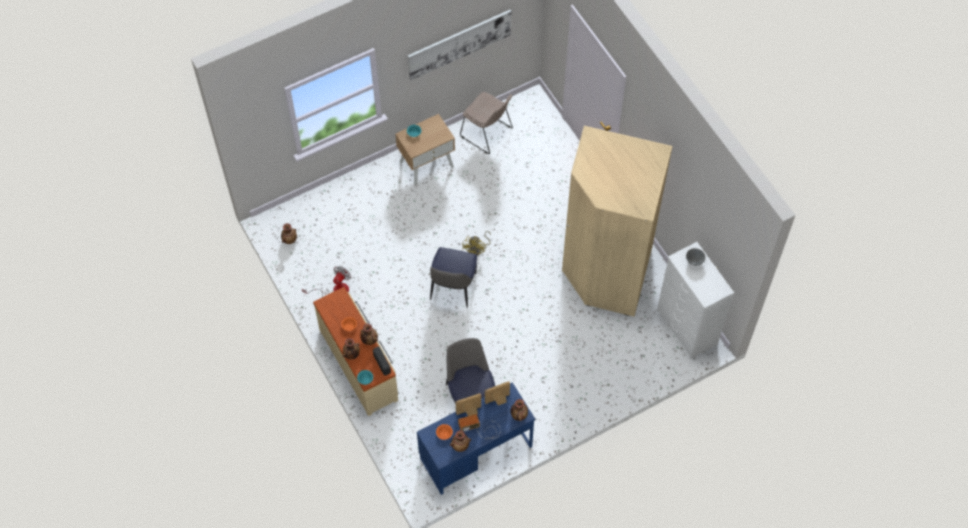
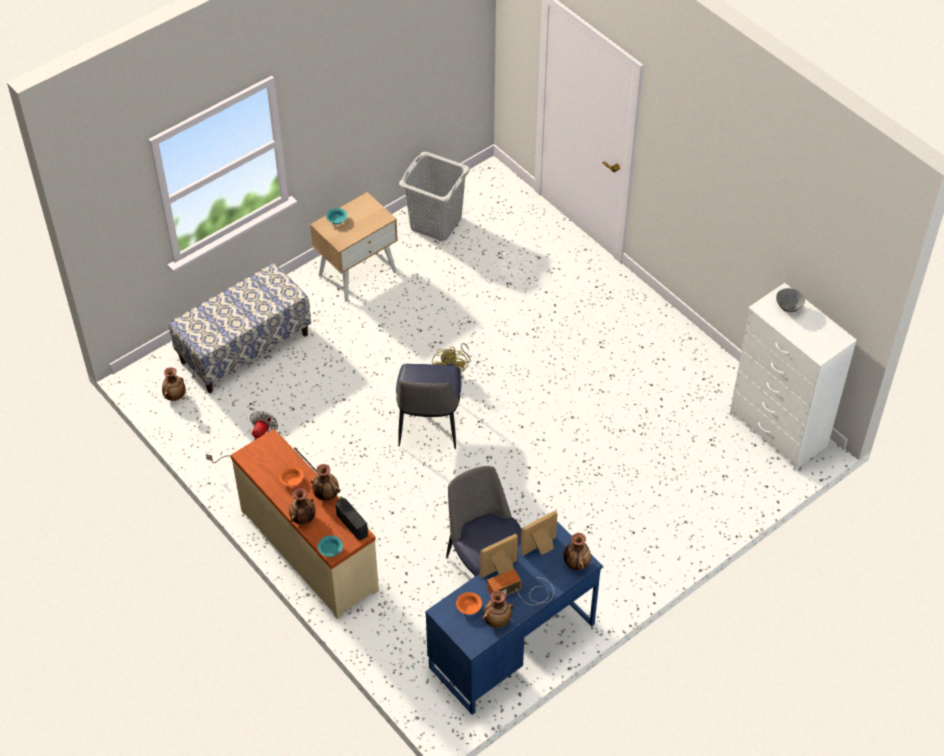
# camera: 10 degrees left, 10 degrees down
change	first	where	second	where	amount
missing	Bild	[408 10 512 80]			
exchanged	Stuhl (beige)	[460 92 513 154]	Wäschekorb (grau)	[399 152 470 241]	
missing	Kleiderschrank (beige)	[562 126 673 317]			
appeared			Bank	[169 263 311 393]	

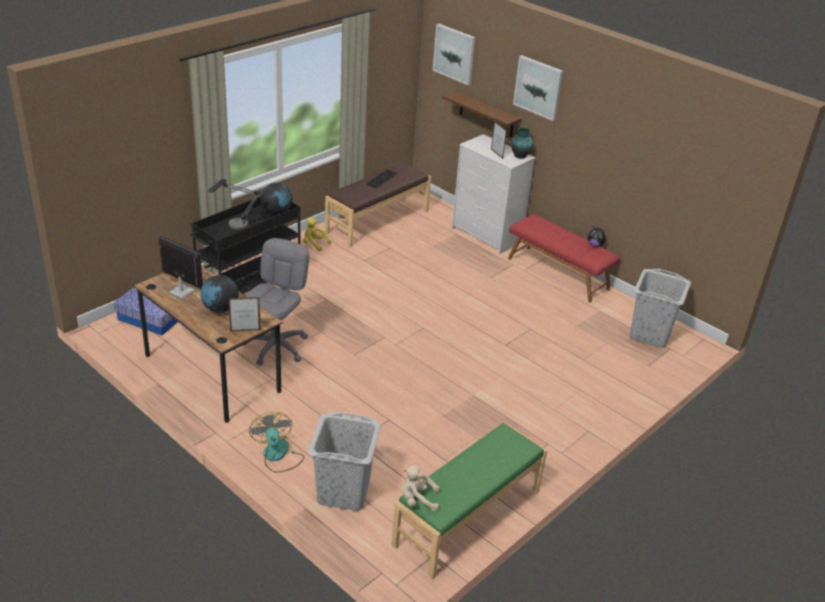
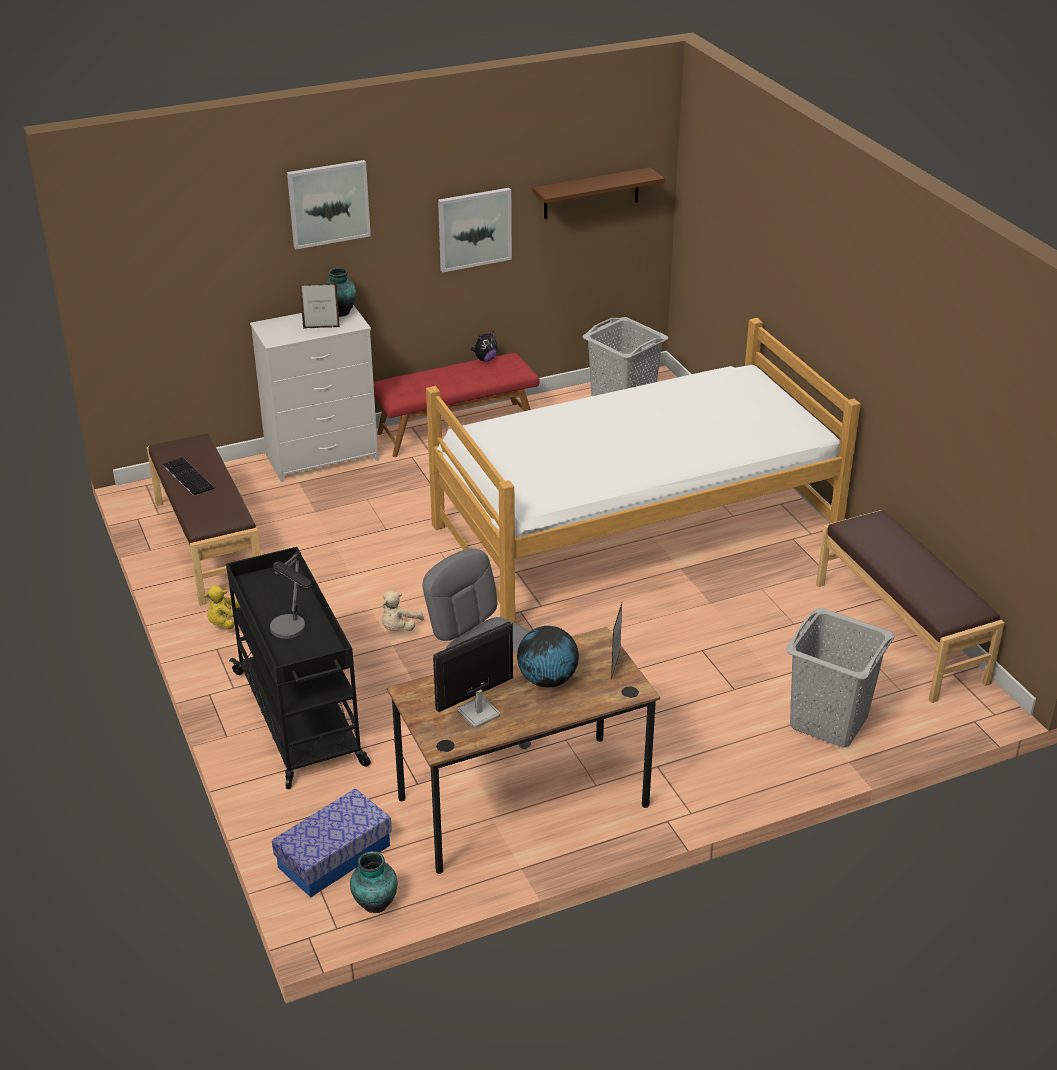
# camera: 65 degrees left, 0 degrees up
change	first	where	second	where	amount
relocated	Bild	[433 24 475 85]		[438 188 512 272]	
relocated	Wandregal (braun)	[443 91 521 137]		[532 167 665 219]	
missing	Globus	[261 183 292 214]			
missing	Ventilator	[249 412 304 473]			
colour	Bank (grün)	[392 423 547 579]	Bank (braun)	[816 510 1005 703]	
relocated	Plüschtier (beige)	[402 465 440 511]		[382 591 424 631]	
appeared			Bett	[426 318 861 623]	
appeared			Vase	[350 851 398 913]	

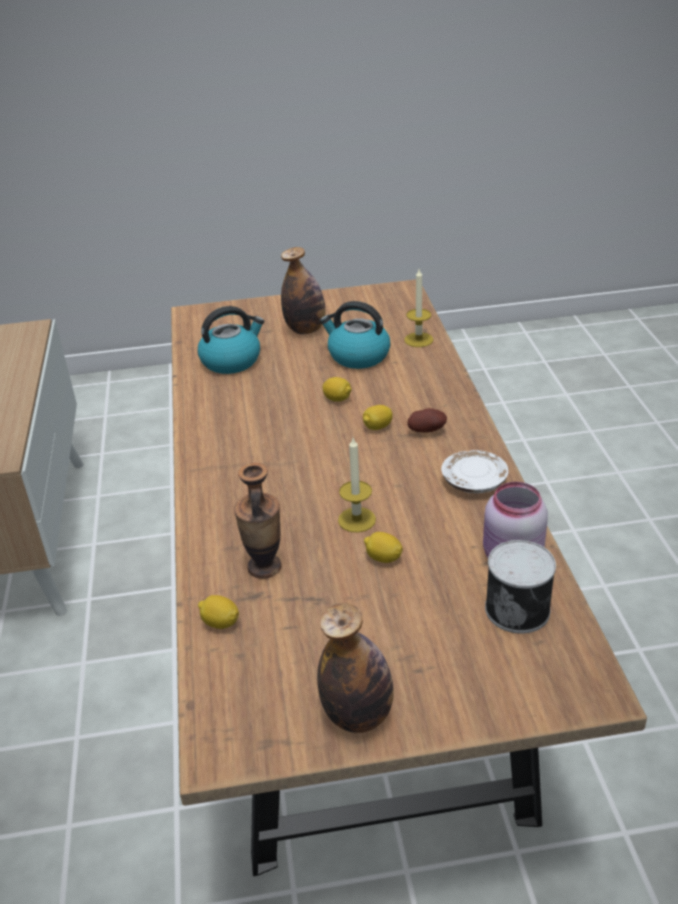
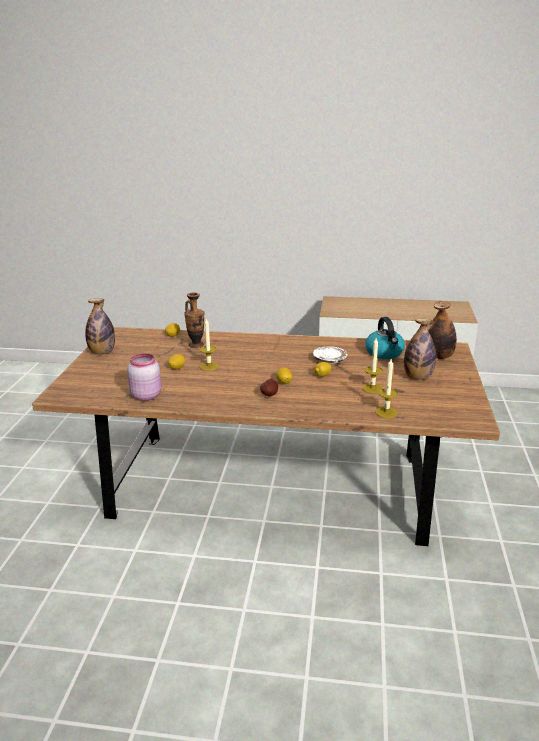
# camera: 105 degrees right, 10 degrees down
change	first	where	second	where	amount
exchanged	Wasserkessel	[320 301 390 369]	Kerze	[362 338 383 394]	
relocated	Teller (weiß)	[441 450 509 493]		[313 346 347 364]	
missing	Dose	[485 540 556 634]			
appeared			Flasche	[429 301 457 359]	

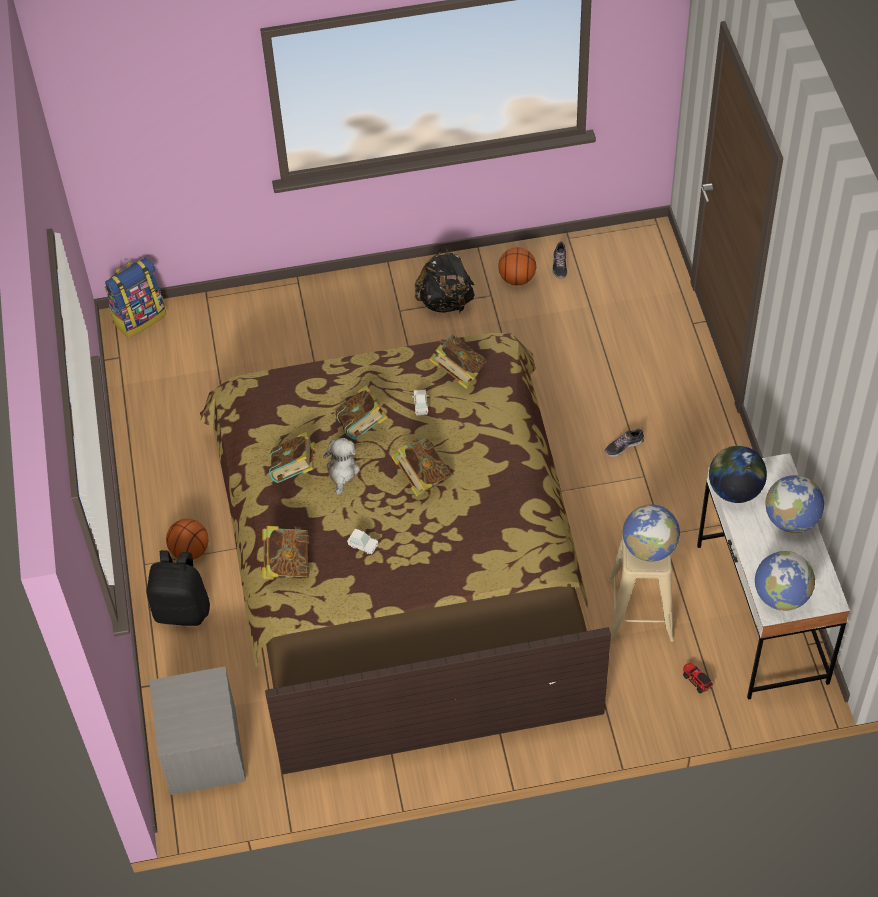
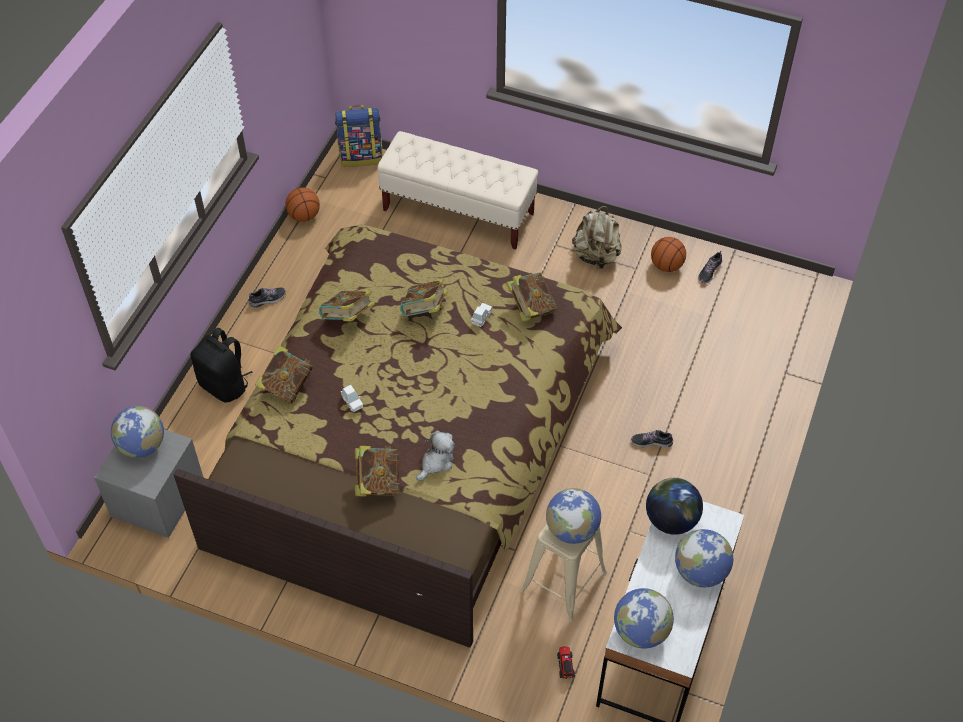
# camera: 30 degrees right, 0 degrees up
change	first	where	second	where	amount
colour	Rucksack (schwarz)	[415 246 475 313]	Rucksack (beige)	[572 206 622 269]	
relocated	Plüschtier	[323 438 360 495]		[416 430 455 481]	
relocated	Buch	[391 438 452 497]		[355 446 400 496]	
relocated	Basketball	[166 519 209 560]		[285 187 320 222]	
appeared			Bank (beige)	[377 131 538 250]	
appeared			Schuh	[249 287 286 308]	
appeared			Globus	[111 406 164 458]	

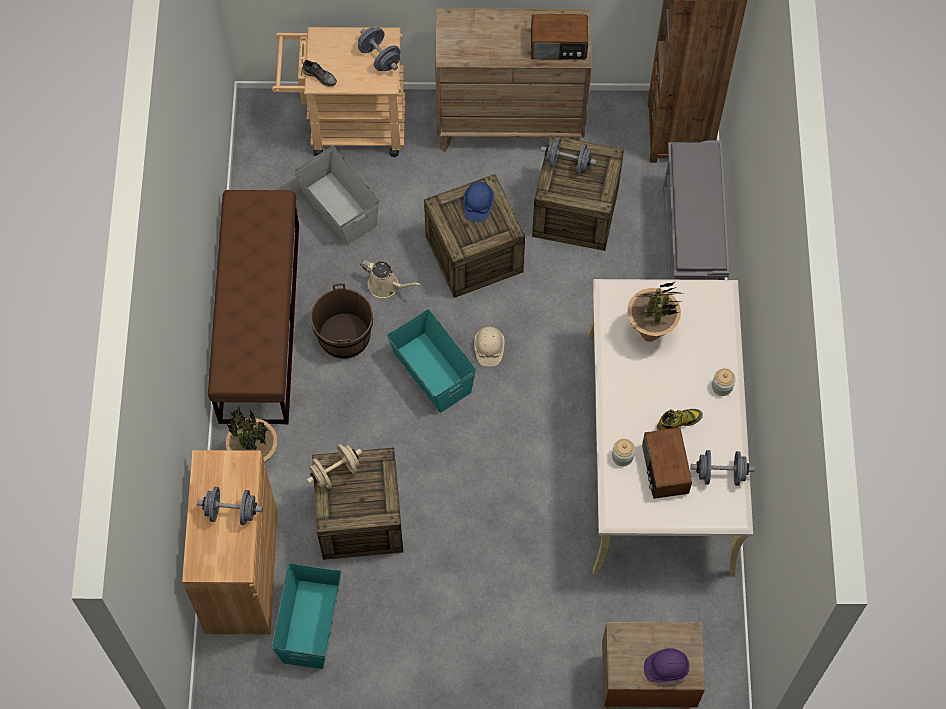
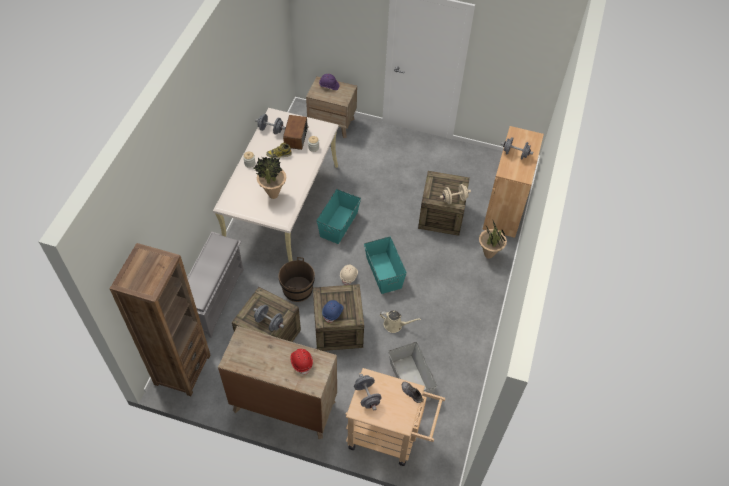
# camera: 165 degrees left, 10 degrees down
change	first	where	second	where	amount
missing	Radio	[531 14 588 60]			
missing	Bank (braun)	[208 190 299 424]			
spun	Gießkanne (beige)	[360 260 421 298]		[380 310 421 333]	150 degrees clockwise
relocated	Eimer (braun)	[311 284 373 359]		[279 257 315 302]	
relocated	Aufbewahrungsbox (türkis)	[271 563 342 669]		[316 189 361 244]	
appeared			Schutzhelm (rot)	[290 349 313 374]	

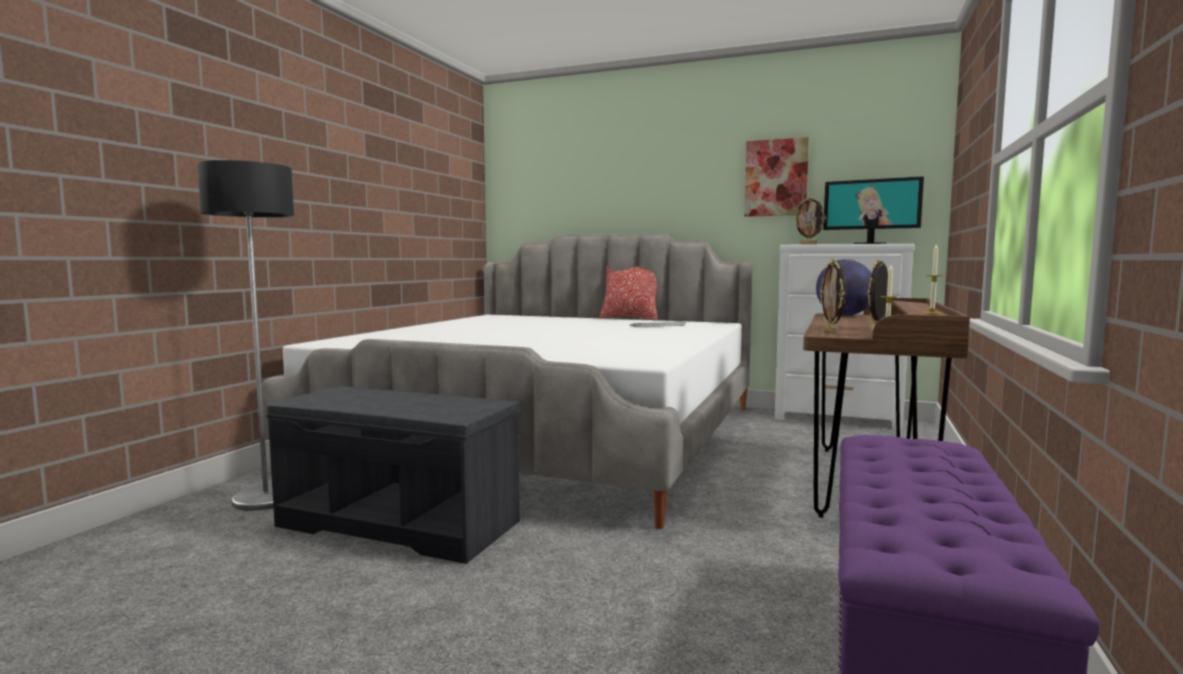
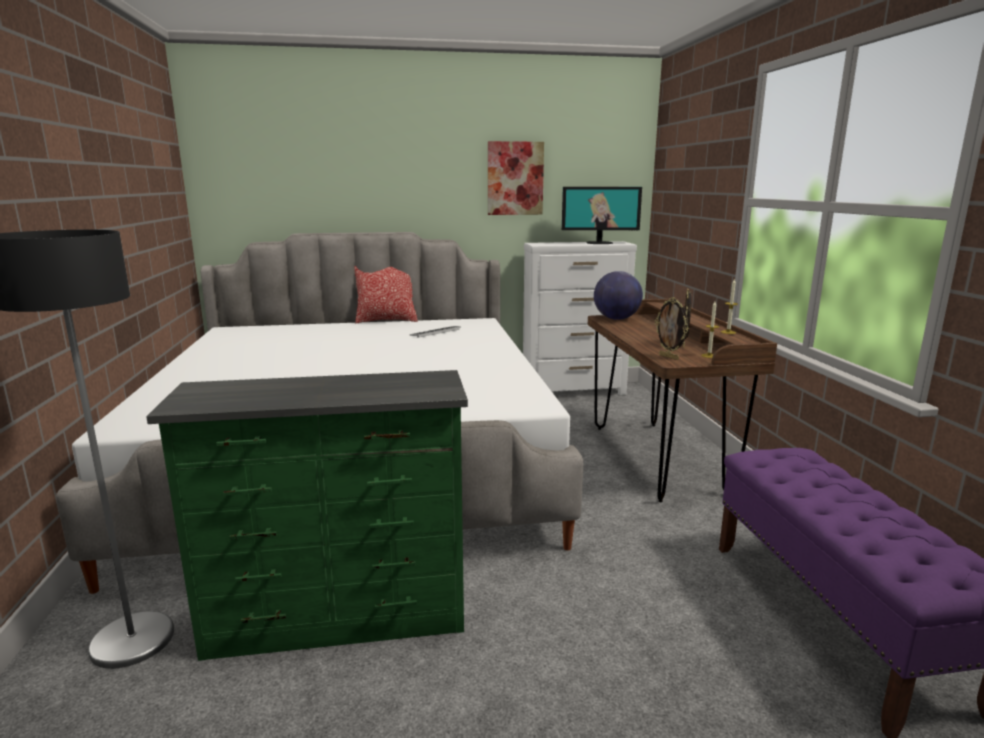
# camera: 30 degrees left, 10 degrees up
change	first	where	second	where	amount
missing	Bilderrahmen	[794 196 826 244]			
exchanged	Bank (grau)	[267 386 520 564]	Kommode (grün)	[146 370 468 661]	

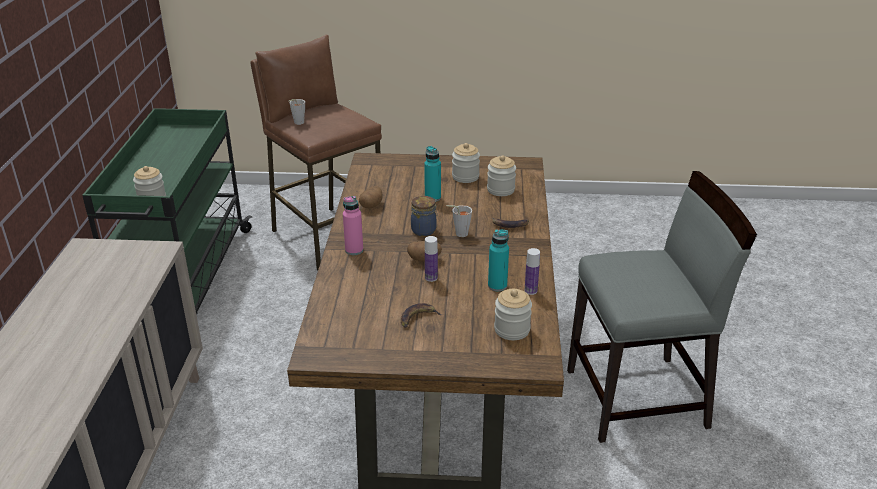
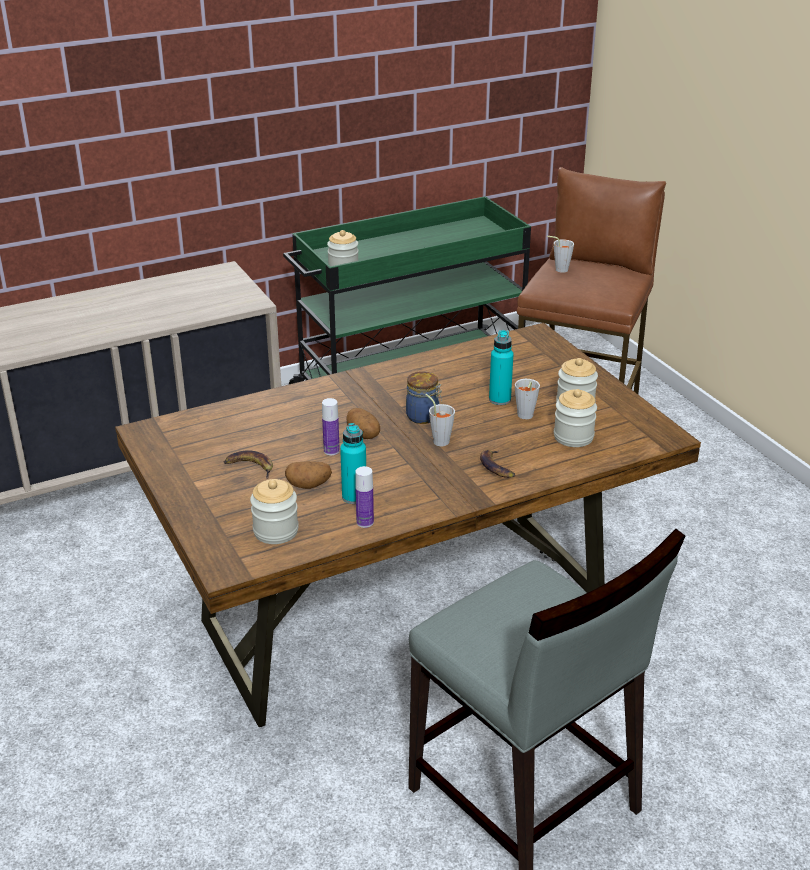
# camera: 60 degrees right, 0 degrees up
change	first	where	second	where	amount
relocated	Kartoffel	[359 186 382 209]		[285 461 332 489]	
missing	Flasche (rosa)	[343 196 363 255]			
appeared			Tasse (grau)	[515 379 540 419]	

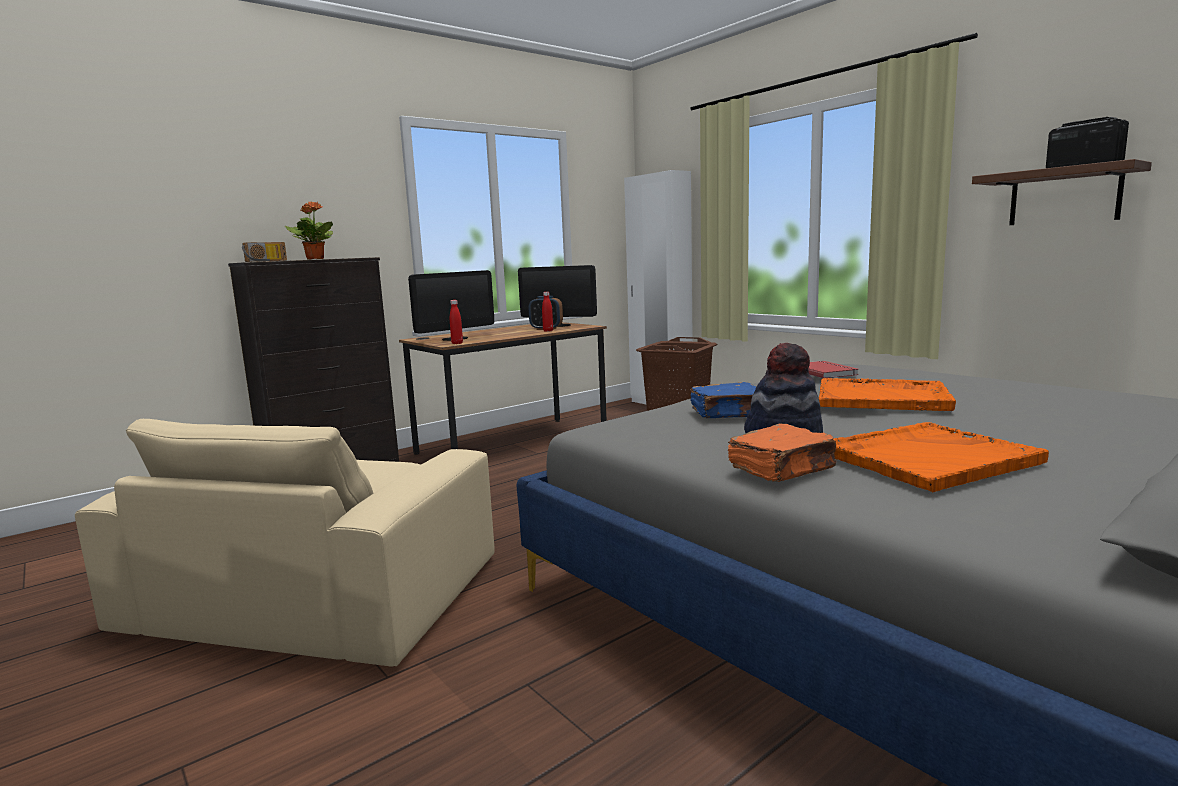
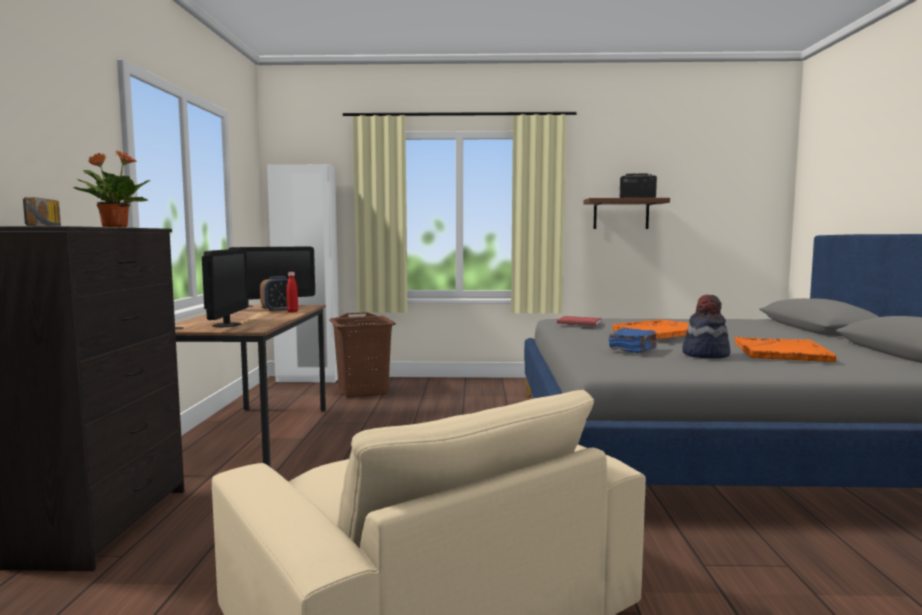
# camera: 50 degrees left, 5 degrees down
change	first	where	second	where	amount
missing	Flasche (rot)	[450 300 463 344]			
missing	Buch (orange)	[728 424 837 482]			

